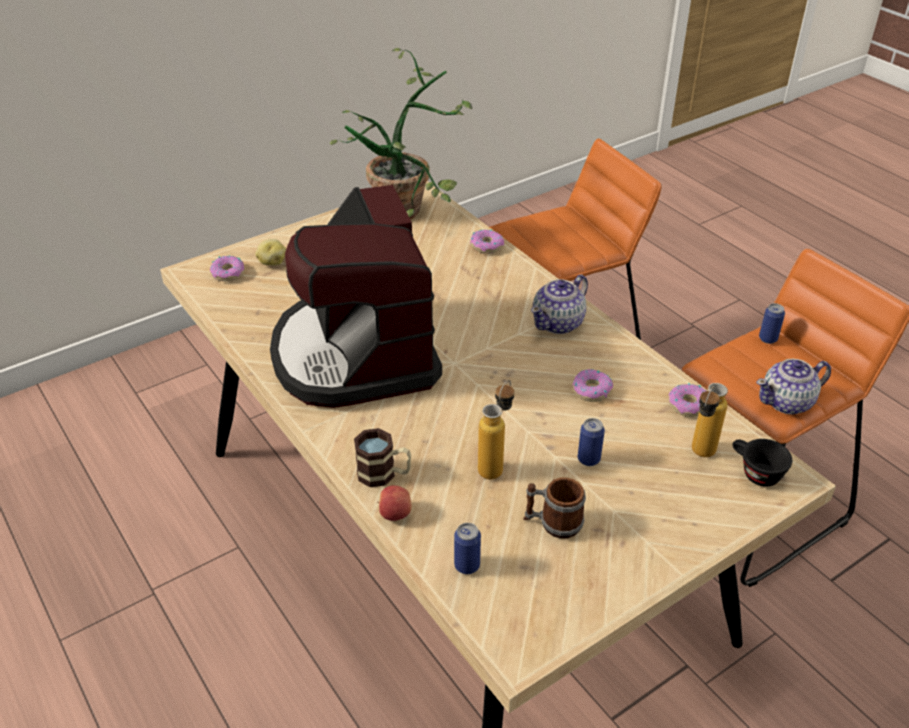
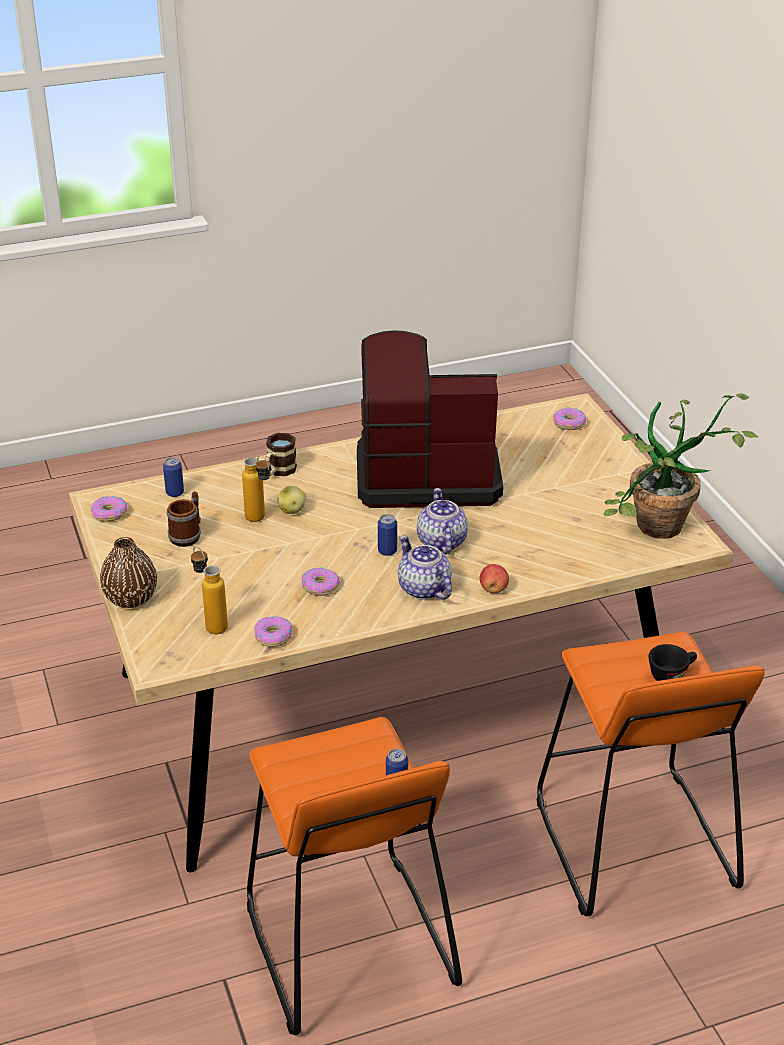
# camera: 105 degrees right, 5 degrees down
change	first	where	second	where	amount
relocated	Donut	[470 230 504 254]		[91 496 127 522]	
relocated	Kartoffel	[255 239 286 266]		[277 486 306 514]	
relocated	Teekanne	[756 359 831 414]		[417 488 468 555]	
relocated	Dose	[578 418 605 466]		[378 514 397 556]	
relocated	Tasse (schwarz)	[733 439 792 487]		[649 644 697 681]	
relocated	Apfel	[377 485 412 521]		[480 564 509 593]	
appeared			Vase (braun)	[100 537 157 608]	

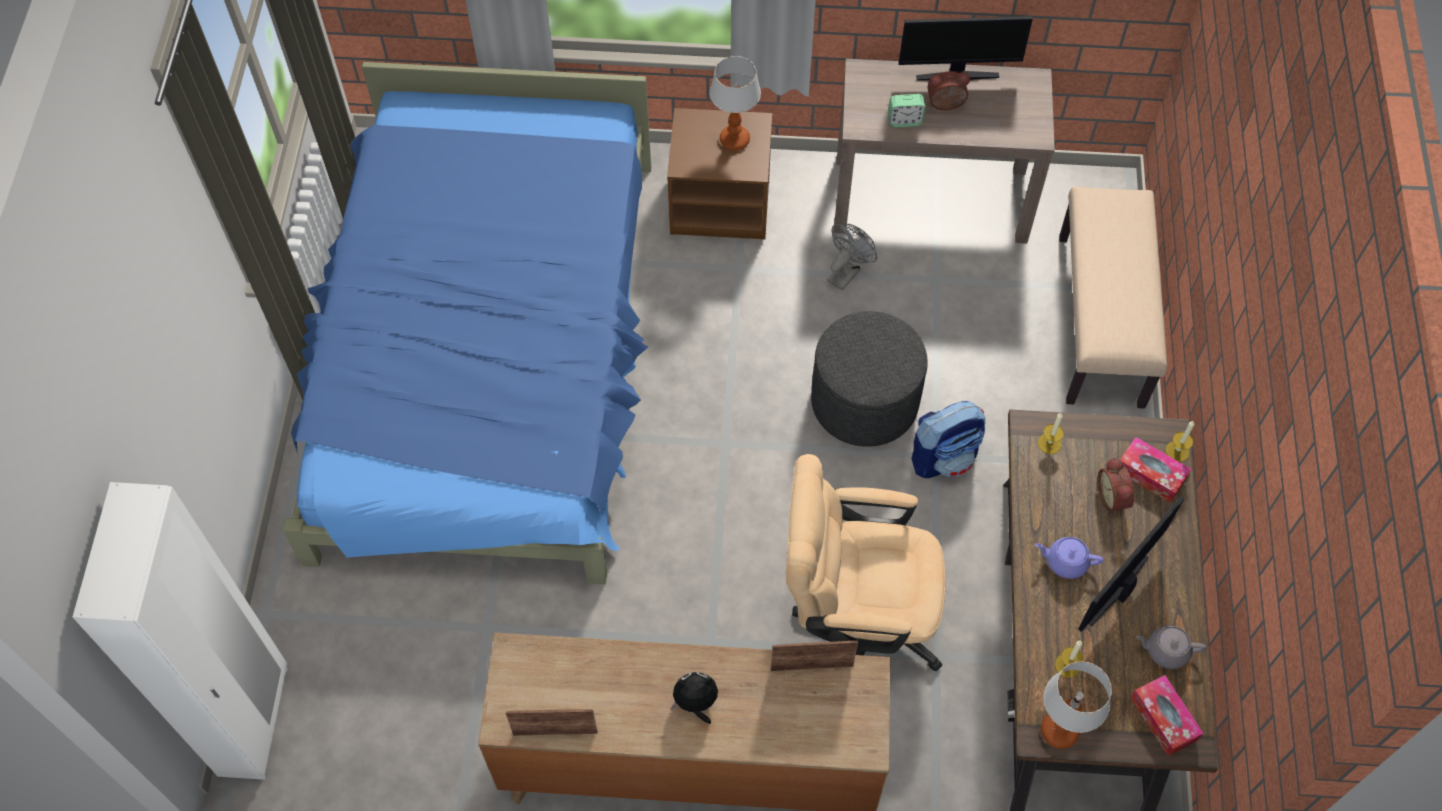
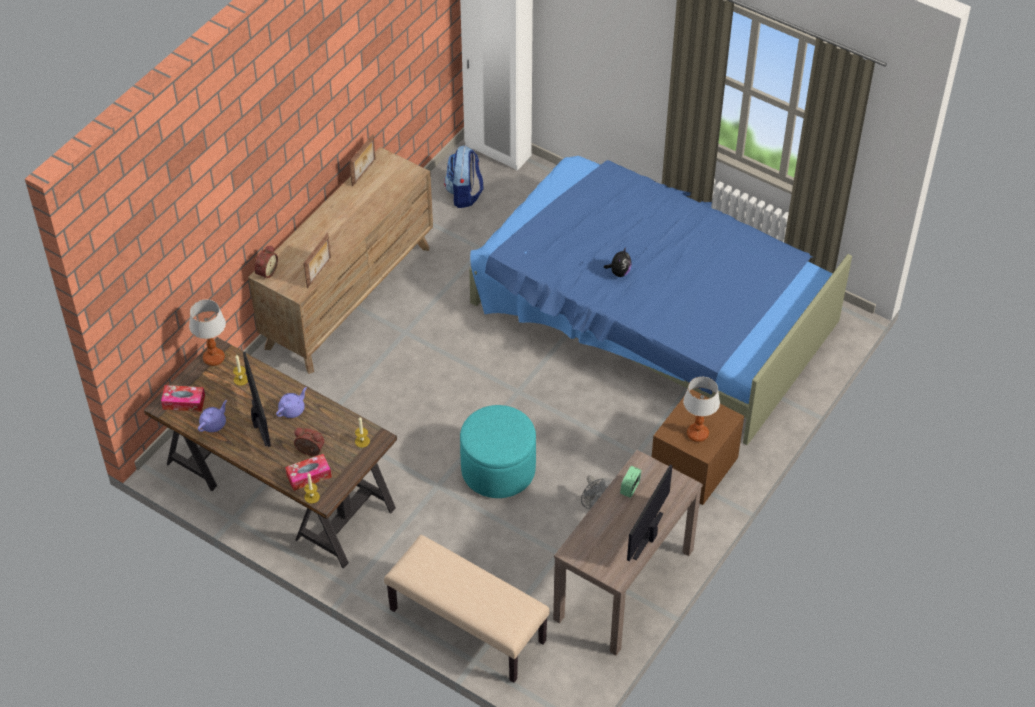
# camera: 120 degrees right, 10 degrees down
change	first	where	second	where	amount
relocated	Wecker	[928 71 970 110]		[254 245 278 280]	
colour	Polsterhocker (grau)	[811 311 928 447]	Polsterhocker (türkis)	[460 405 536 498]	
relocated	Rucksack	[912 401 985 478]		[444 146 483 208]	
missing	Bürostuhl (beige)	[786 454 945 672]			
colour	Teekanne (grau)	[1136 626 1206 669]	Teekanne (lila)	[198 400 227 432]	
relocated	Plüschtier	[671 672 718 724]		[604 247 632 277]	

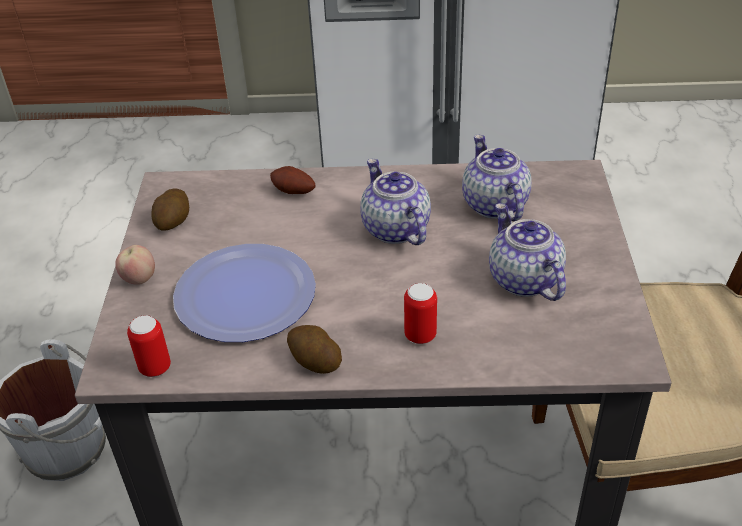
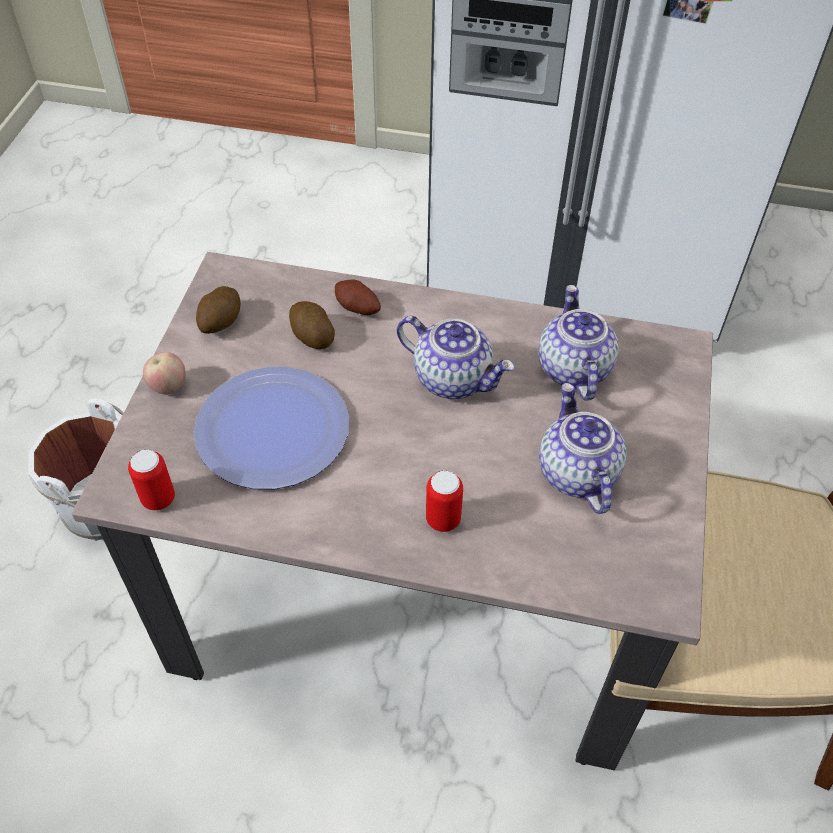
# camera: 10 degrees right, 10 degrees up
change	first	where	second	where	amount
spun	Teekanne	[360 159 431 245]		[397 316 515 399]	135 degrees clockwise
relocated	Kartoffel	[287 325 342 374]		[289 301 335 349]	

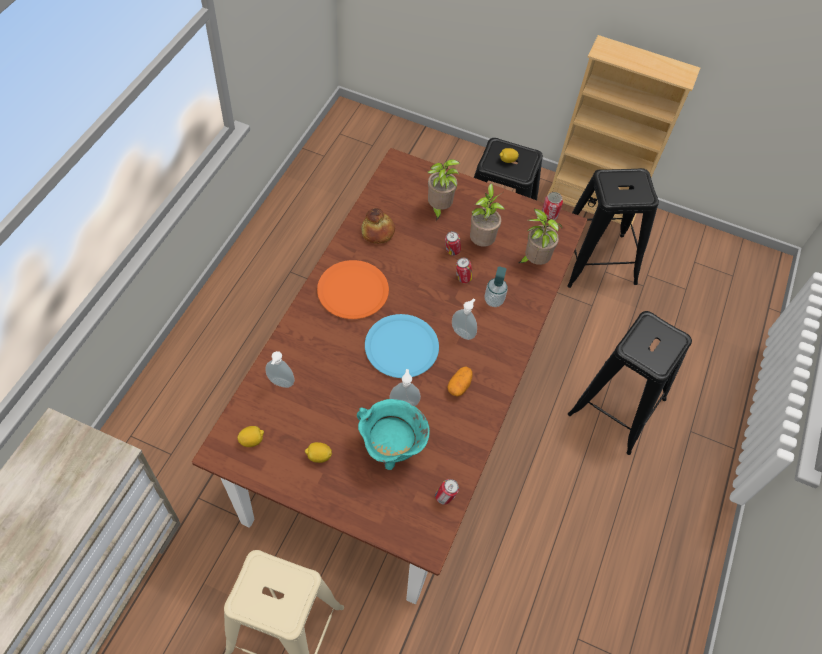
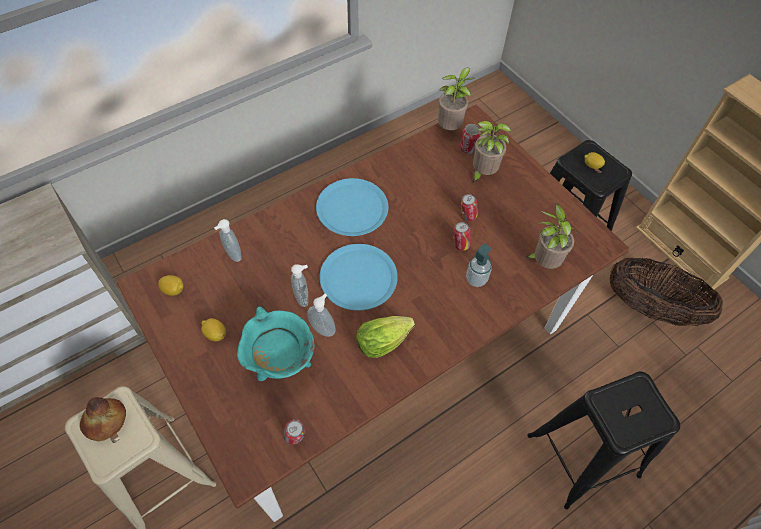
# camera: 35 degrees right, 0 degrees up
change	first	where	second	where	amount
exchanged	Hocker (schwarz)	[567 168 659 288]	Korb	[609 258 724 326]	
relocated	Topfpflanze	[470 184 504 247]		[438 67 474 130]	
relocated	Dose	[542 192 563 220]		[460 124 481 154]	
relocated	Brot	[361 208 395 244]		[80 397 126 441]	
colour	Teller (orange)	[317 260 389 319]	Teller (blau)	[316 178 389 236]	
relocated	Seifenspender	[452 298 477 340]		[291 264 308 307]	
exchanged	Kartoffel	[447 366 473 397]	Salatkopf	[356 316 415 358]	

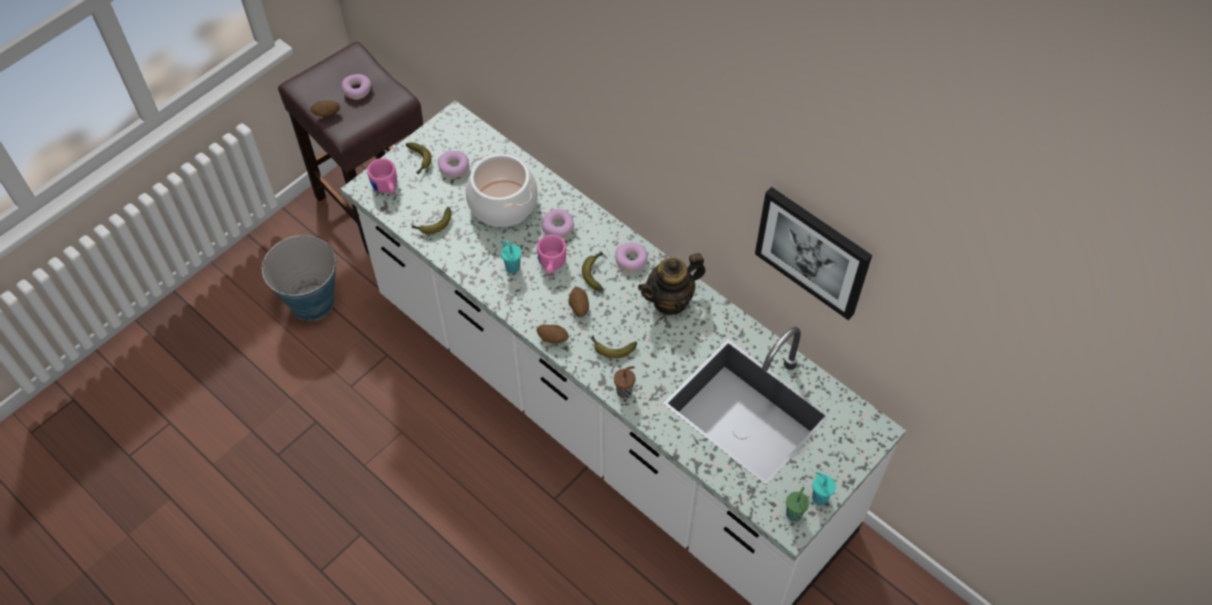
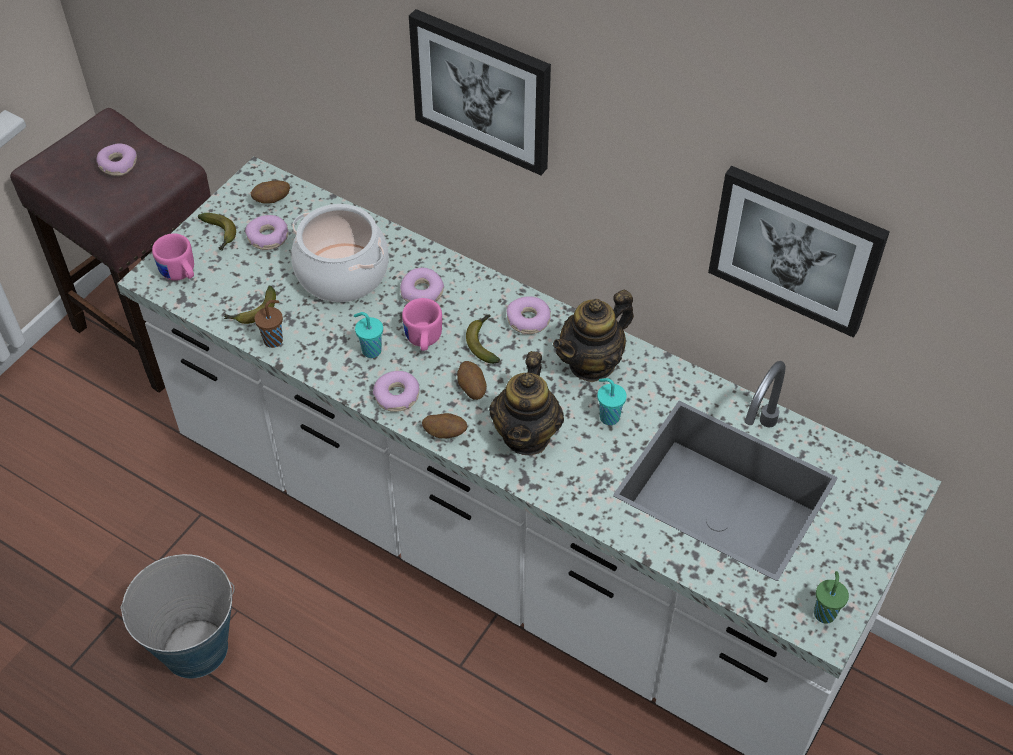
# camera: 10 degrees left, 5 degrees down
change	first	where	second	where	amount
relocated	Kartoffel	[310 101 340 117]		[251 181 290 204]	
relocated	Eimer	[262 235 339 321]		[120 554 235 679]	
exchanged	Banane	[591 336 637 359]	Teekanne	[489 351 564 455]	
relocated	Tasse (braun)	[614 366 636 398]		[255 300 283 348]	
relocated	Tasse (türkis)	[812 472 836 505]		[597 378 627 425]	
appeared			Bild	[409 9 551 175]	
appeared			Donut	[373 371 419 412]	

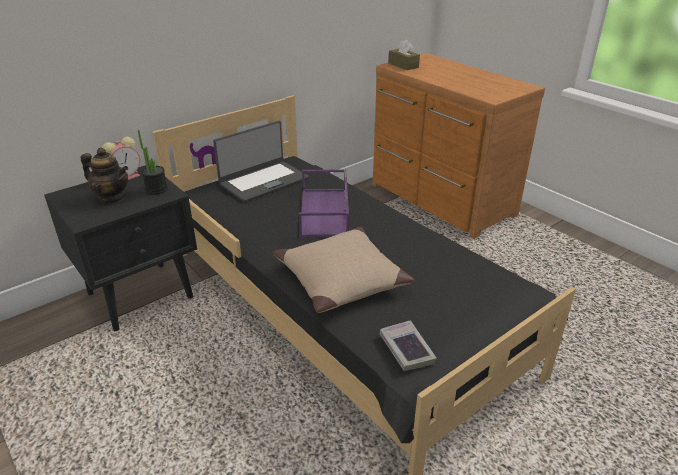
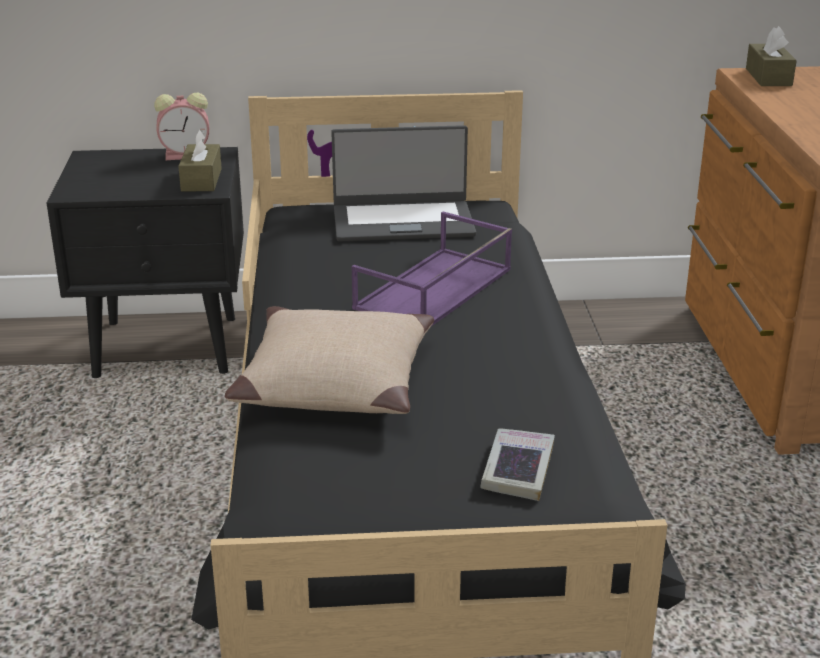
# camera: 35 degrees right, 5 degrees down
change	first	where	second	where	amount
exchanged	Topfpflanze	[138 130 168 195]	Taschentuchbox (braun)	[178 129 222 191]	
missing	Teekanne	[81 148 128 203]			
relocated	Buch	[380 320 437 371]		[480 428 555 501]	

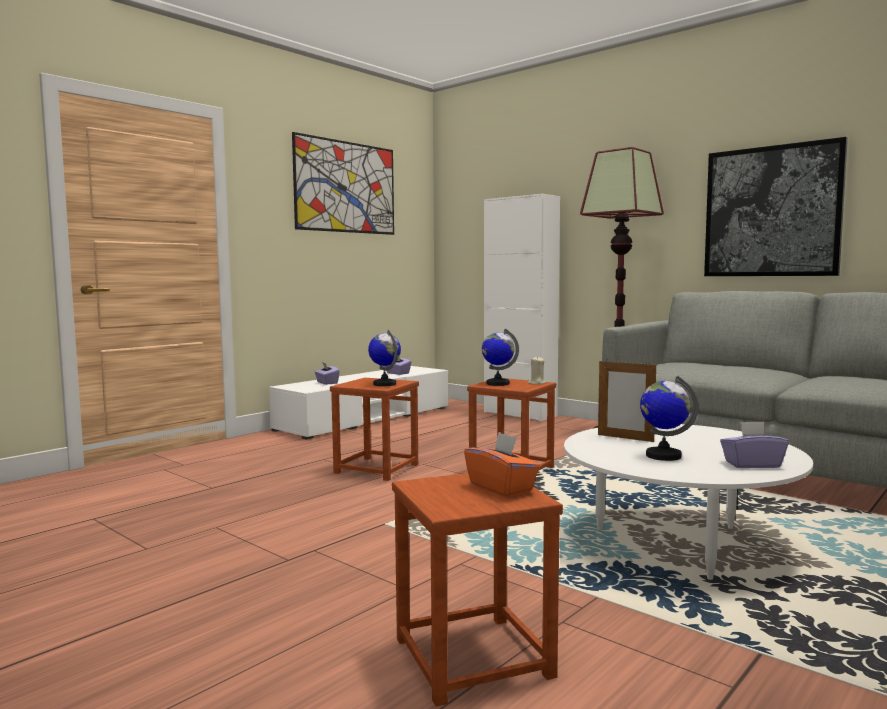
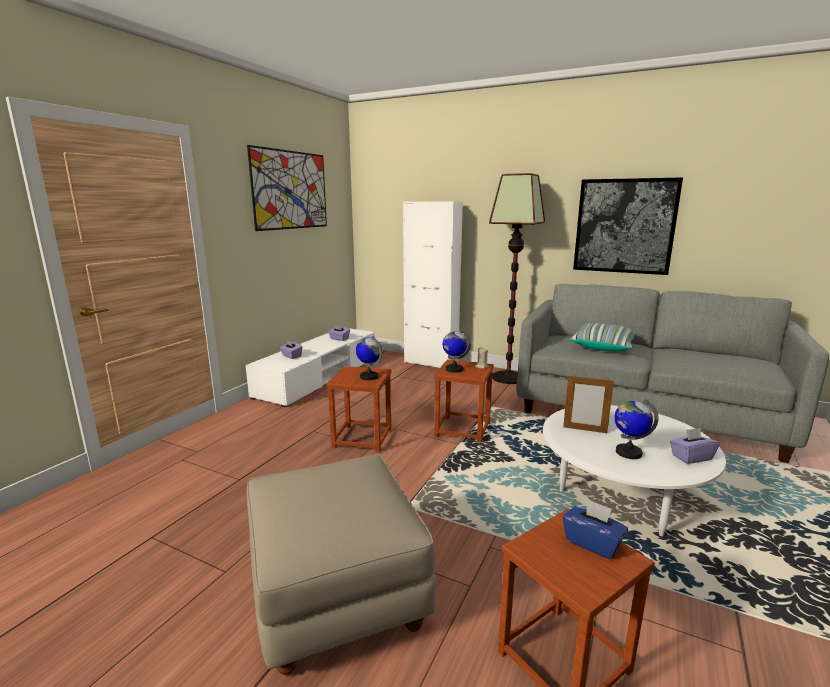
# camera: 15 degrees left, 10 degrees up
change	first	where	second	where	amount
colour	Taschentuchbox (orange)	[464 432 540 497]	Taschentuchbox (blau)	[563 499 628 559]	
appeared			Kissen	[568 323 637 351]	
appeared			Polsterhocker (beige)	[247 454 436 676]	

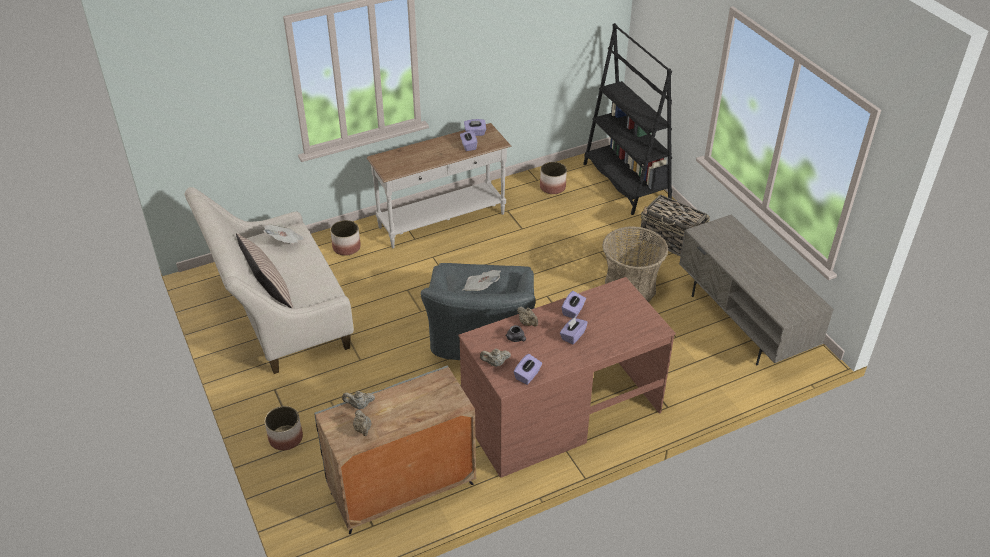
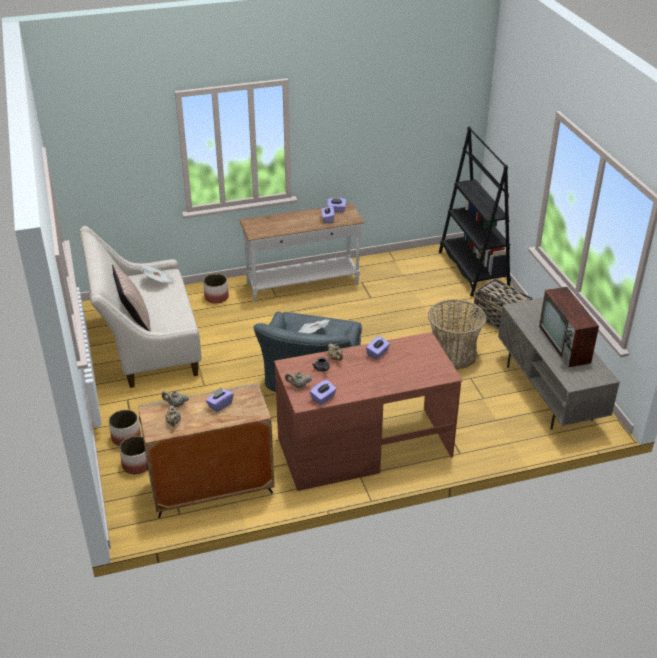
# camera: 10 degrees right, 5 degrees down
change	first	where	second	where	amount
relocated	Pflanzkübel	[540 162 567 194]		[119 436 148 474]	
relocated	Taschentuchbox (lila)	[560 317 588 345]		[206 387 234 412]	
appeared			Fernseher	[539 287 599 367]	

